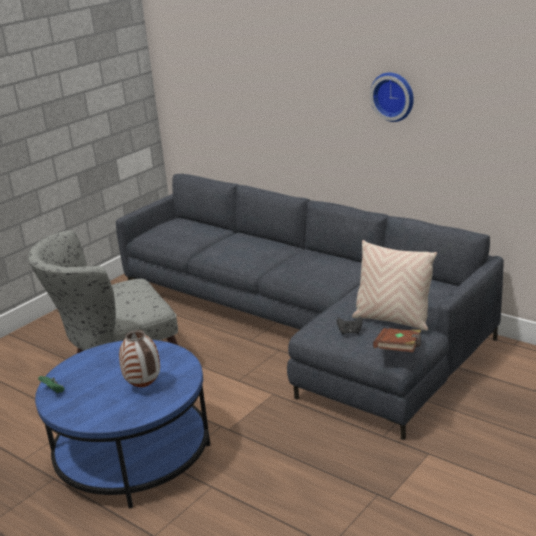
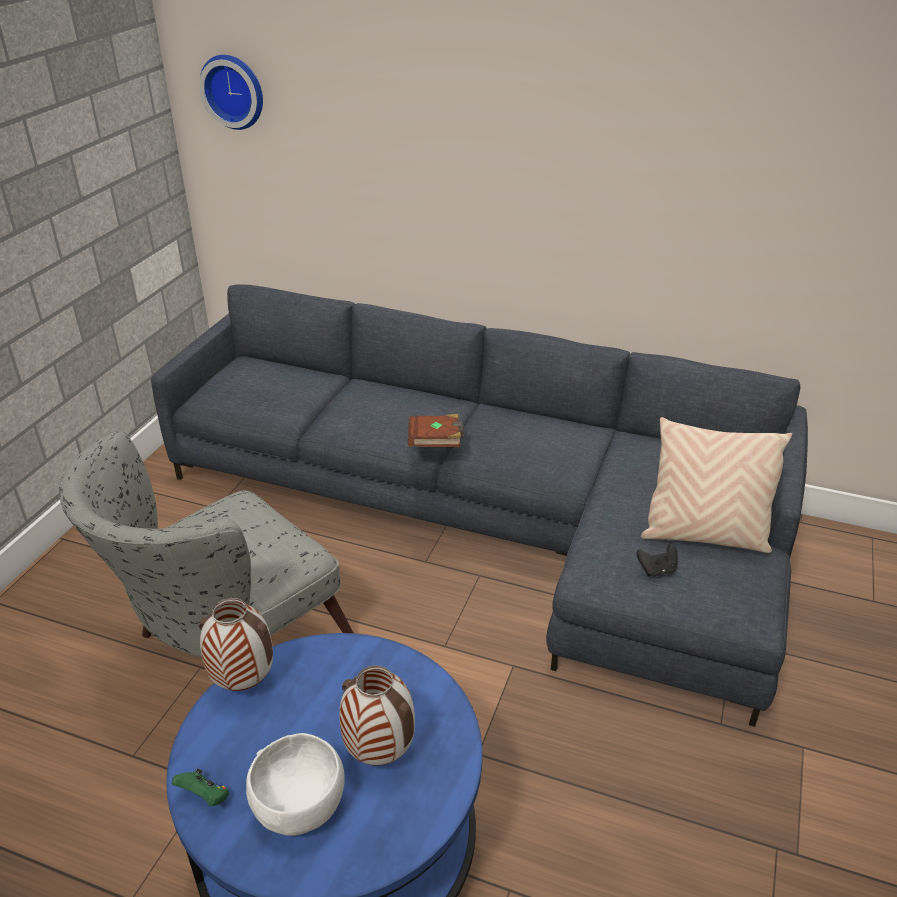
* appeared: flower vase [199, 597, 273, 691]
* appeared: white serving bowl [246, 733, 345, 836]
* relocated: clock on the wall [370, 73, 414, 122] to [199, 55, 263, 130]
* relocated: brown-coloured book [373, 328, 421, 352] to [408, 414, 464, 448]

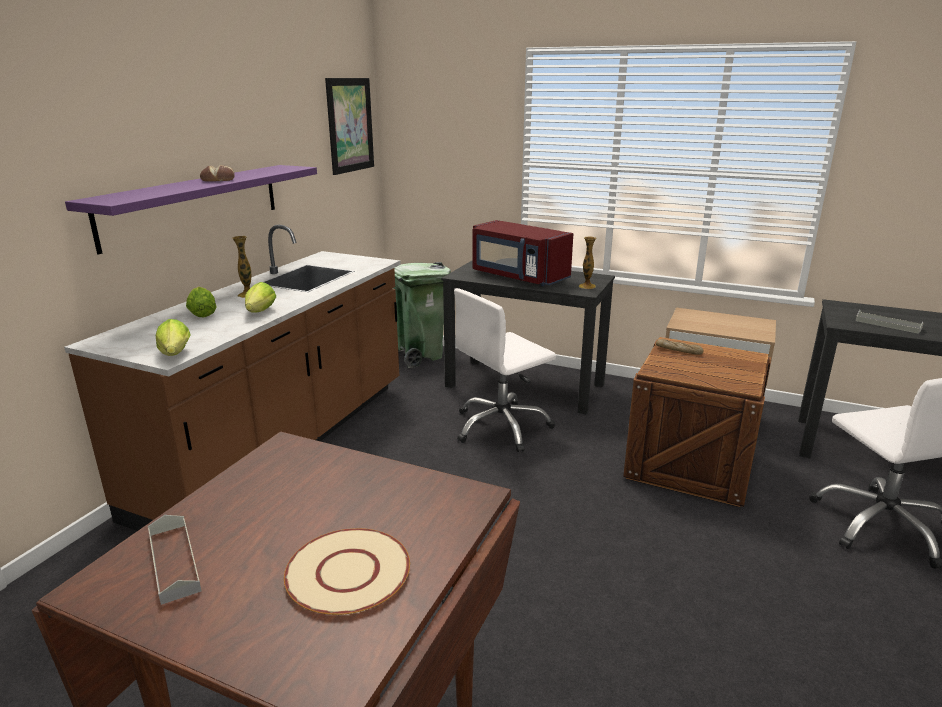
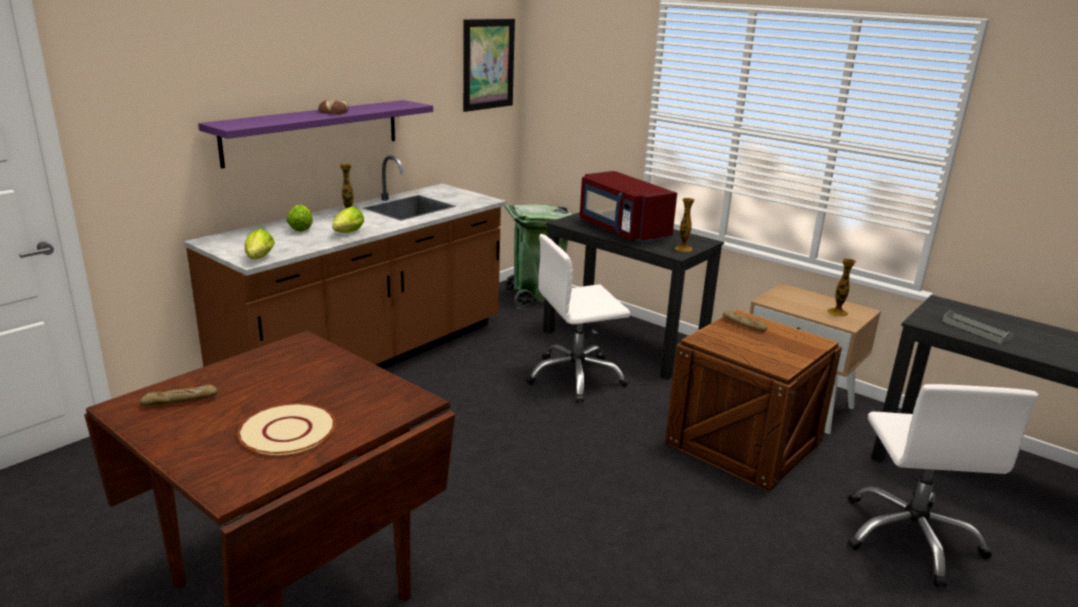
* appeared: flower vase [828, 258, 856, 317]
* exchanged: gray tray [148, 515, 202, 605] to bread [140, 385, 218, 406]

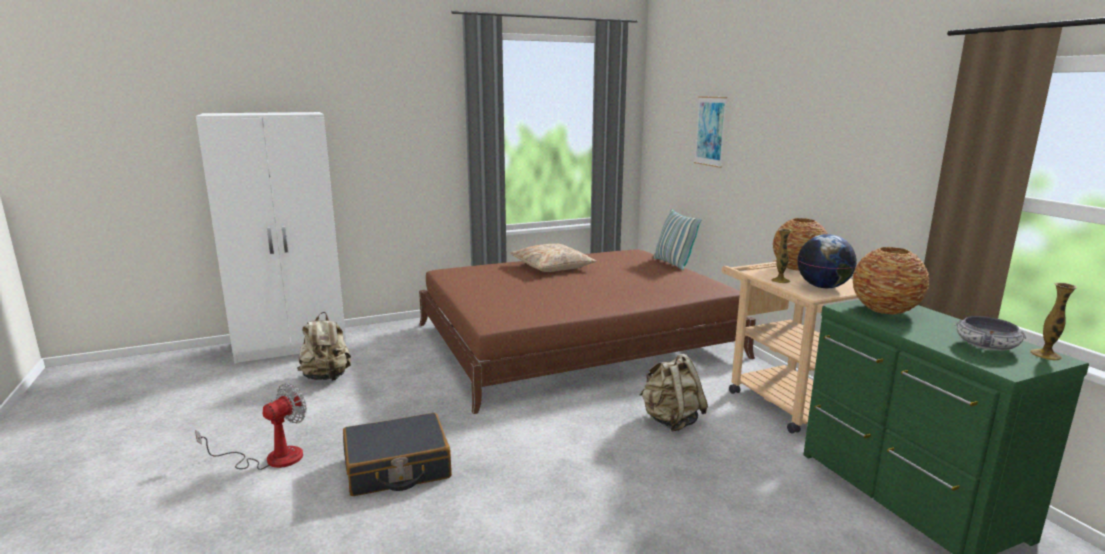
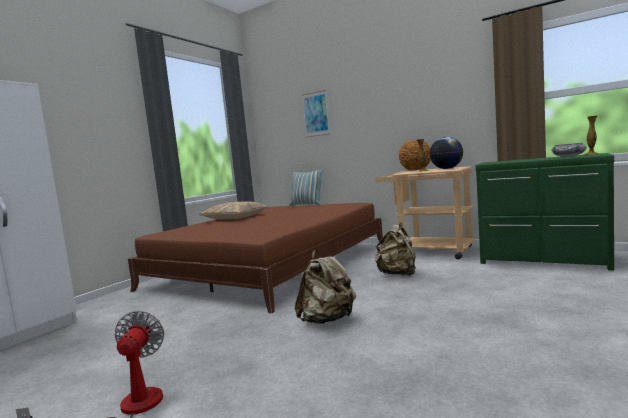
* missing: blackish piece of luggage [343, 413, 452, 496]
* missing: flower vase [852, 247, 929, 315]
* relocated: beige-coloured rucksack [297, 312, 351, 381] to [295, 250, 356, 324]

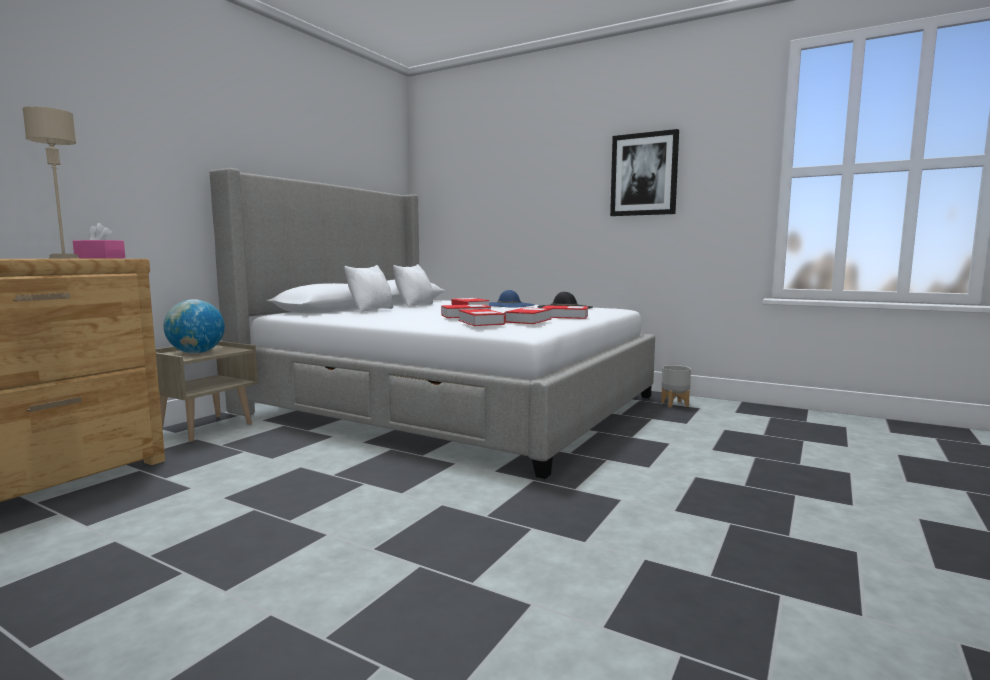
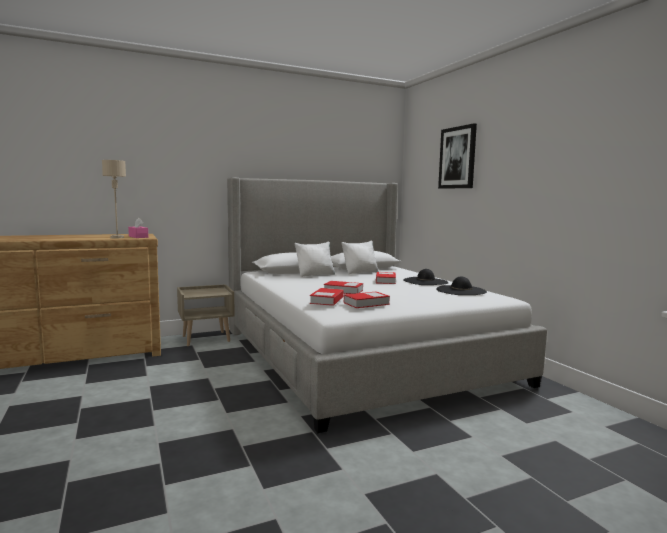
* missing: desk globe [164, 299, 225, 353]
* missing: book [542, 305, 588, 319]
* missing: gray plant pot [661, 365, 691, 407]
* relocated: wall art [610, 129, 679, 216] to [438, 123, 477, 189]
* colour: blue clothing hat [489, 290, 535, 308] to blackish clothing hat [403, 269, 449, 285]

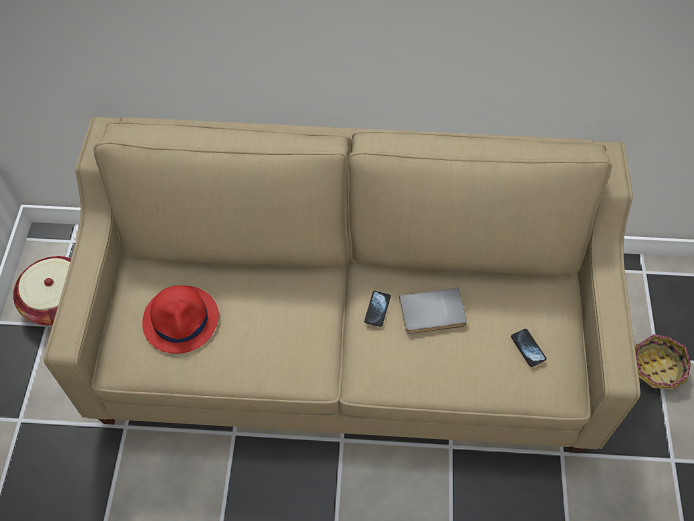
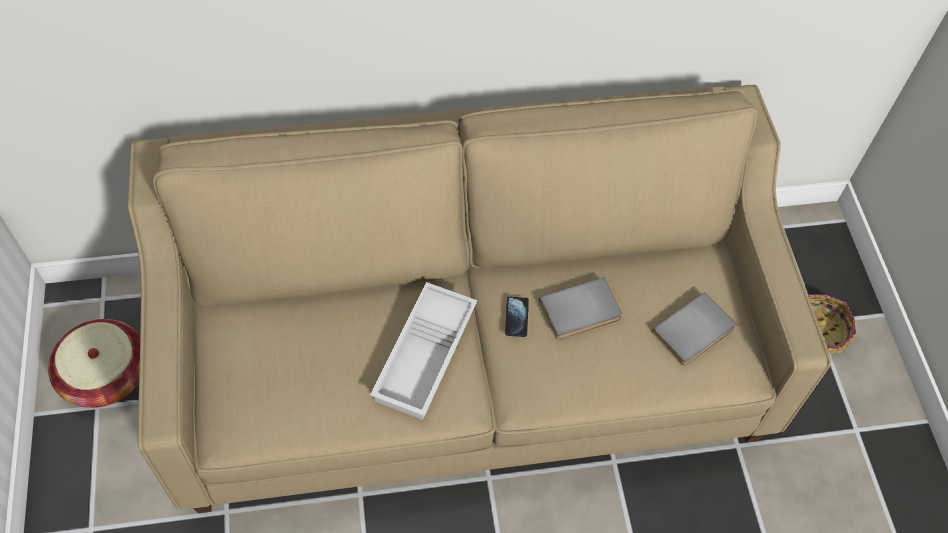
* missing: red clothing hat [142, 285, 219, 354]
* appeared: white tray [370, 282, 477, 420]
* exchanged: handset [511, 329, 547, 367] to gray book [651, 292, 736, 366]

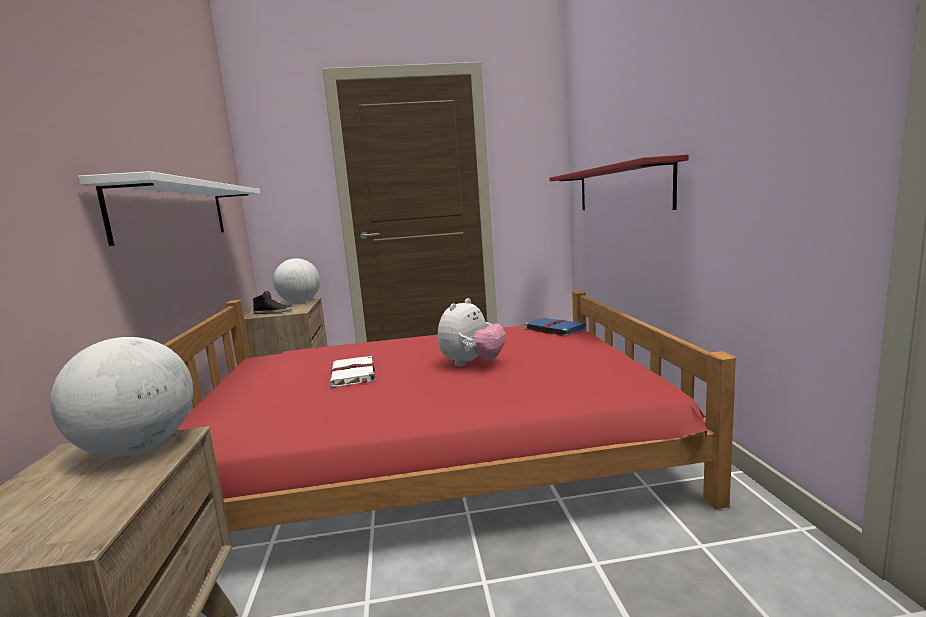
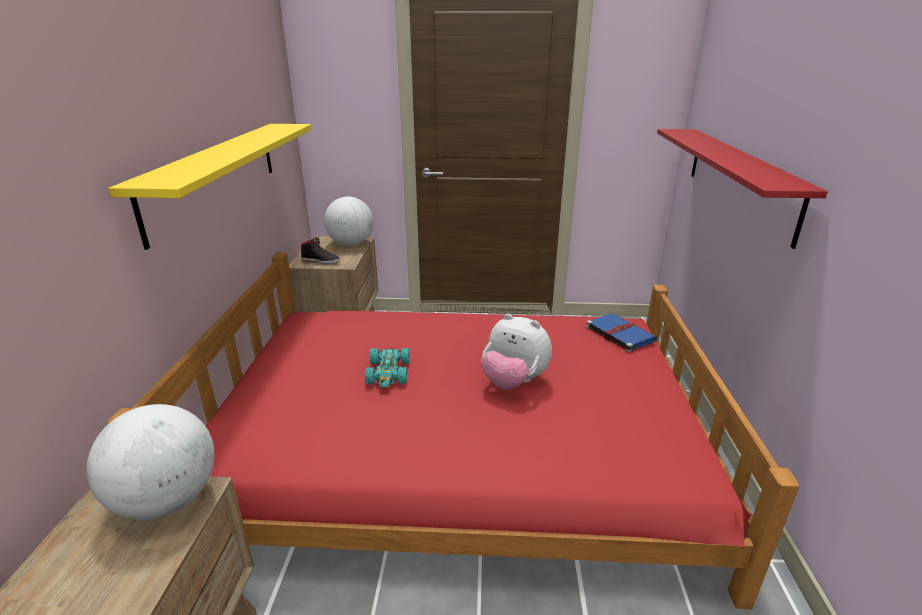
* exchanged: white book [330, 355, 376, 387] to turquoise-coloured miniature car [365, 348, 410, 387]
* colour: white shelf [78, 171, 260, 246] to yellowish shelf [108, 124, 312, 250]
* spun: plush toy [438, 298, 506, 366] = [481, 314, 552, 390] 75 degrees clockwise

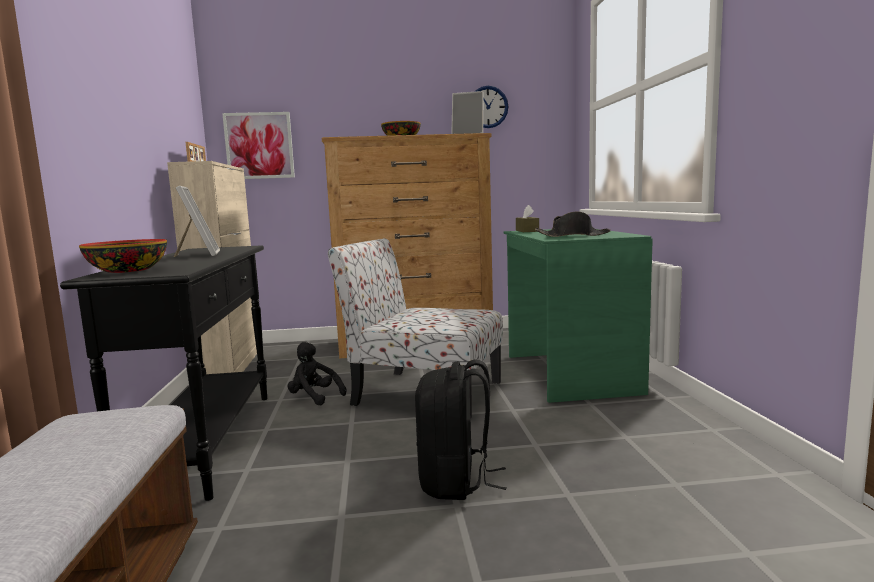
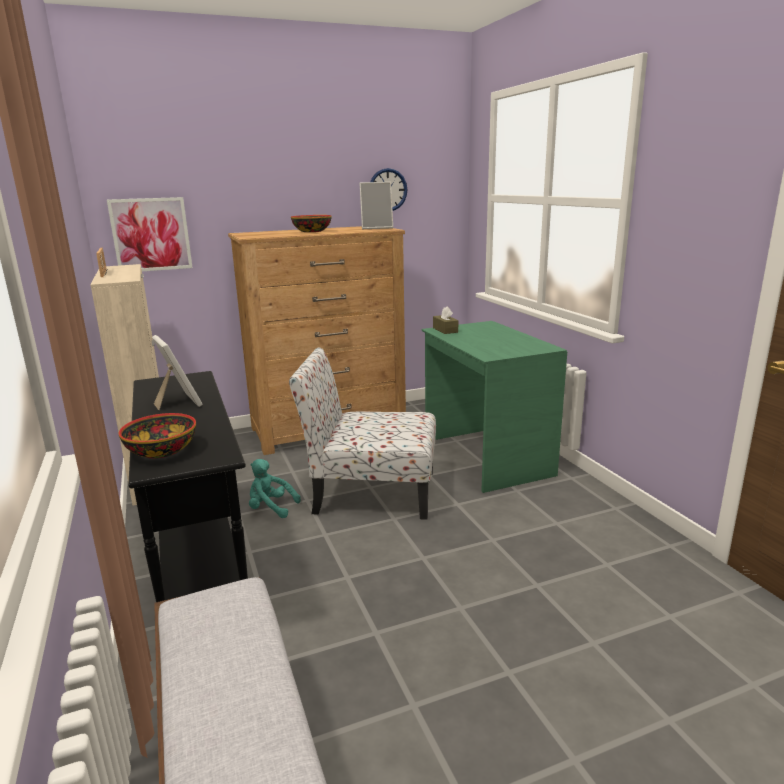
* missing: blackish rucksack [415, 359, 507, 500]
* missing: blackish clothing hat [535, 211, 610, 237]
* colour: blackish plush toy [287, 342, 346, 405] to turquoise-coloured plush toy [249, 459, 301, 518]

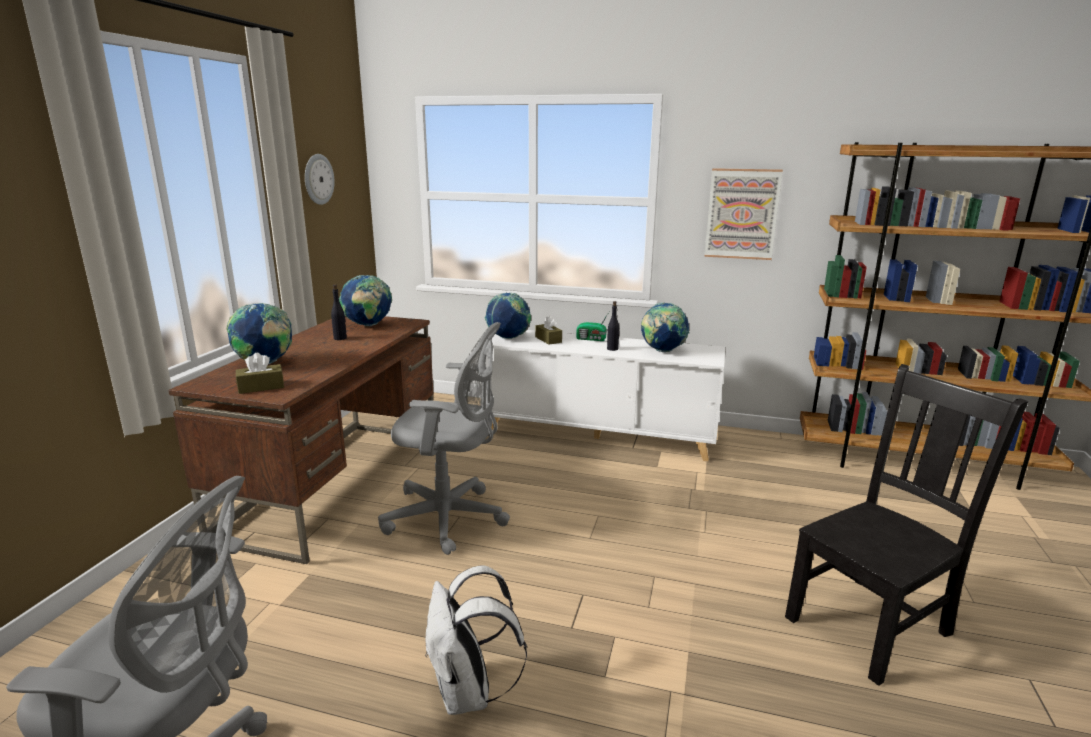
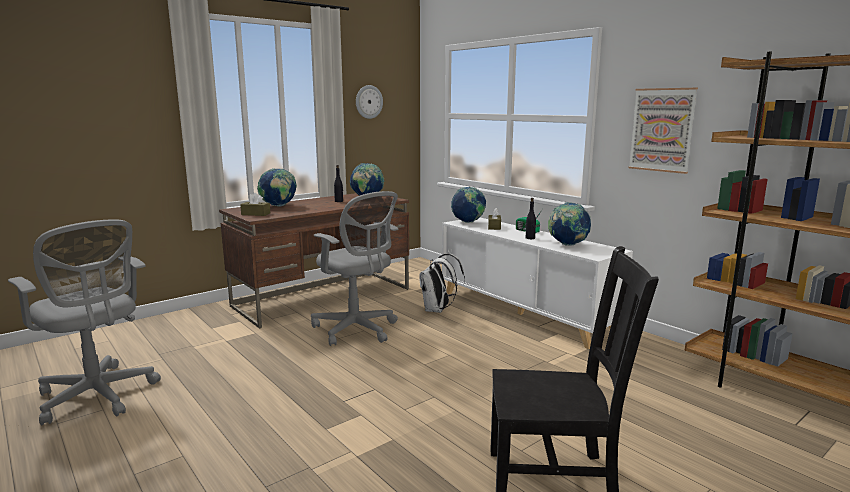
* relocated: white rucksack [426, 565, 527, 715] to [419, 253, 465, 313]

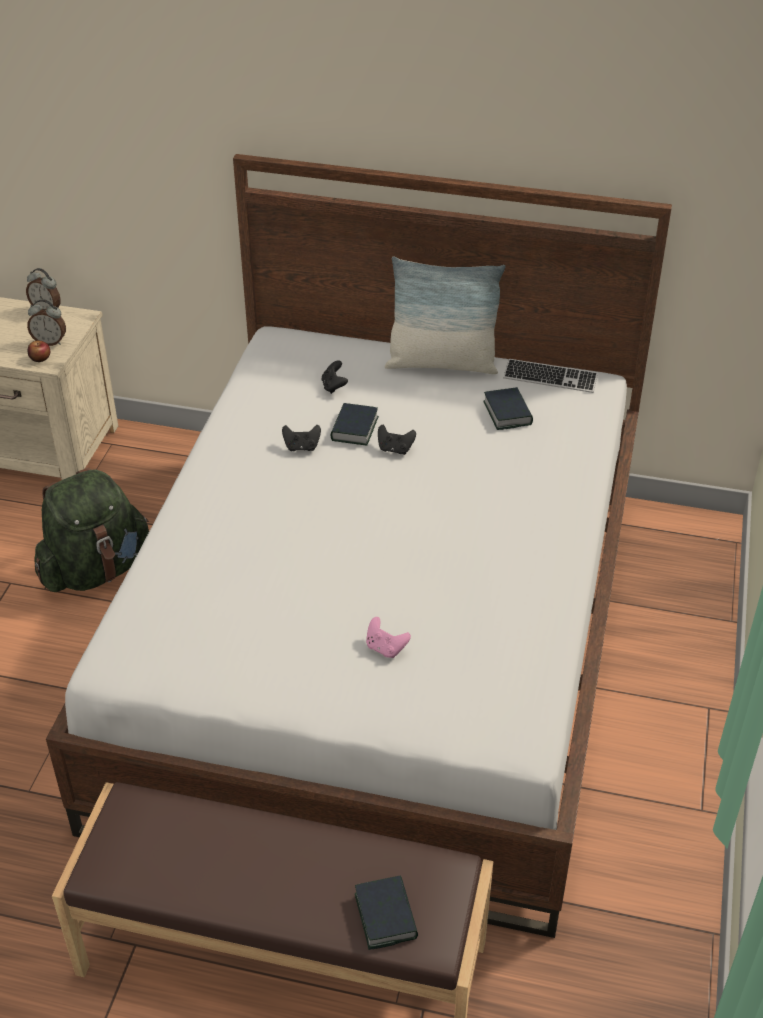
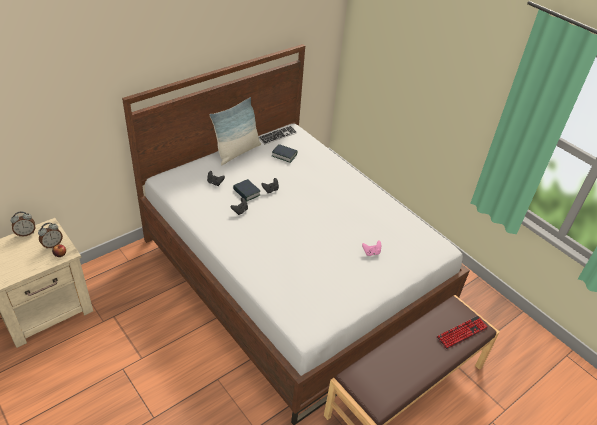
* missing: green-coloured rucksack [35, 468, 149, 592]
* exchanged: book [355, 876, 418, 950] to keyboard [436, 316, 488, 350]

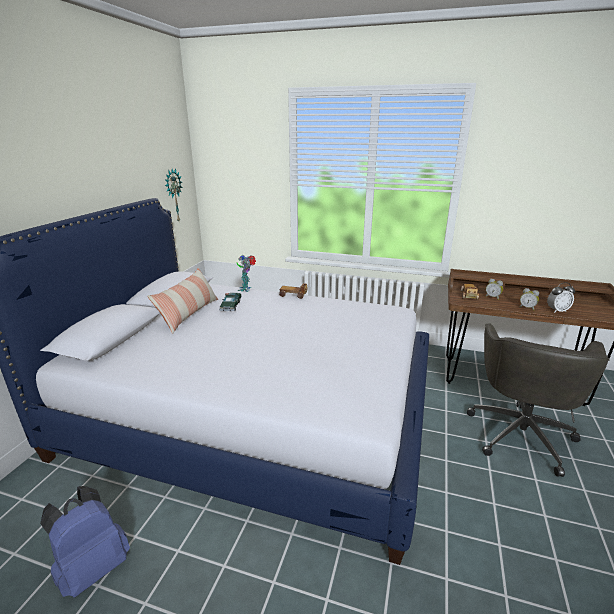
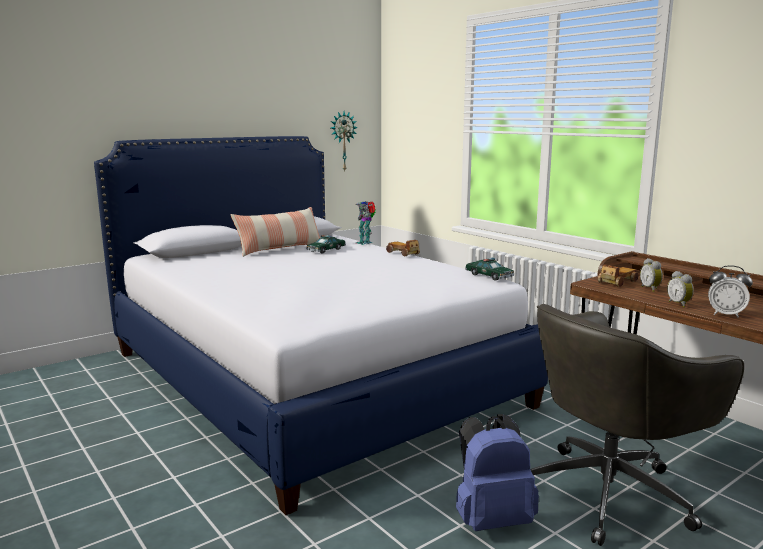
* appeared: miniature car [465, 258, 514, 281]
* relocated: blue rucksack [40, 486, 130, 598] to [456, 414, 539, 531]

